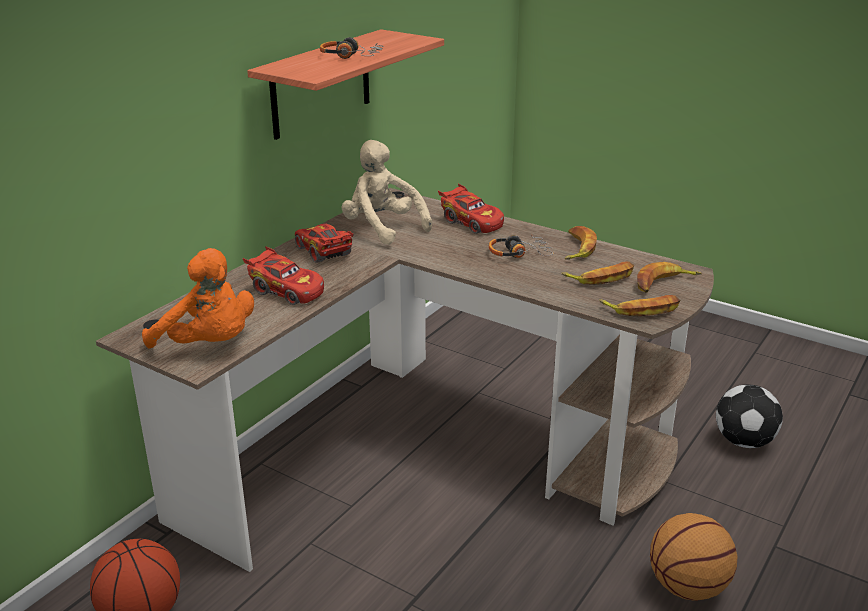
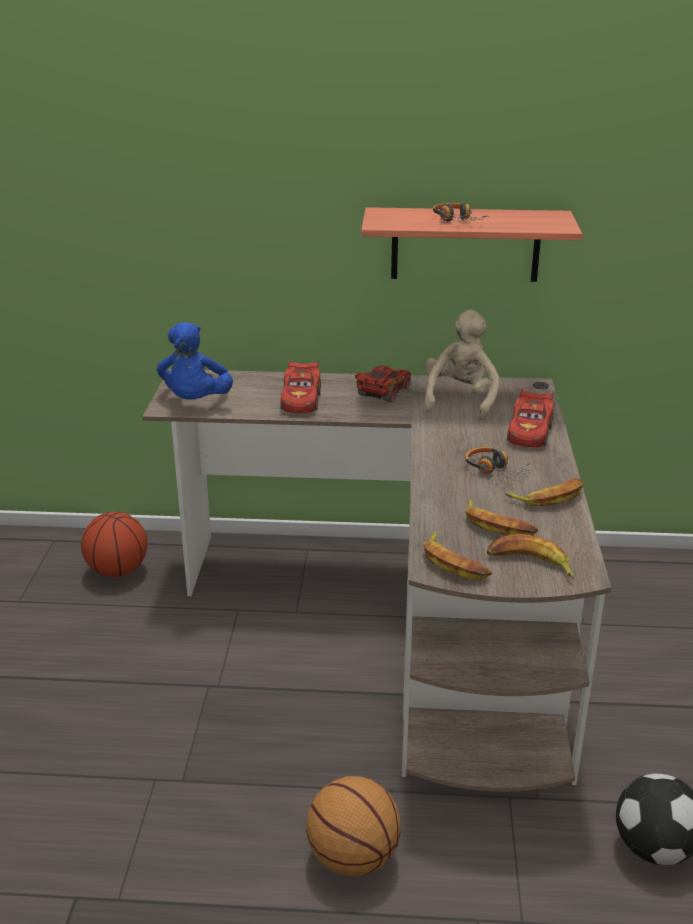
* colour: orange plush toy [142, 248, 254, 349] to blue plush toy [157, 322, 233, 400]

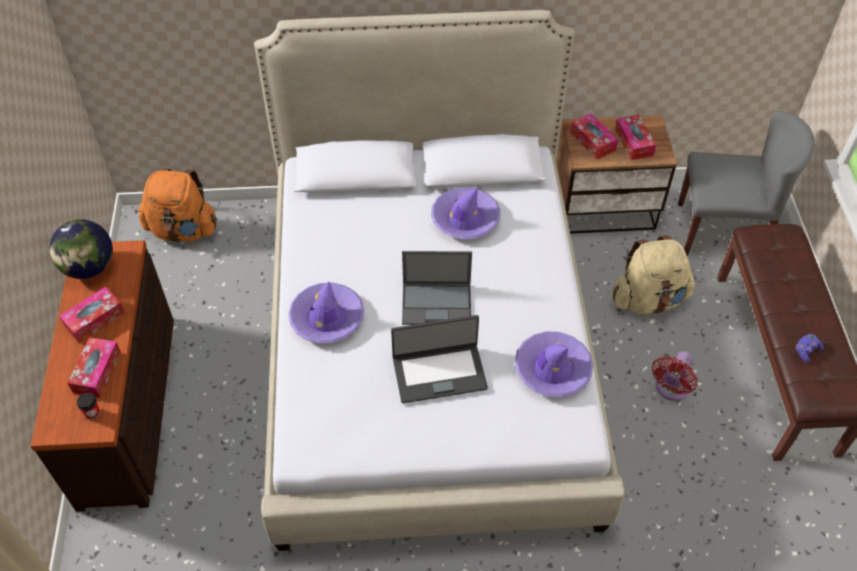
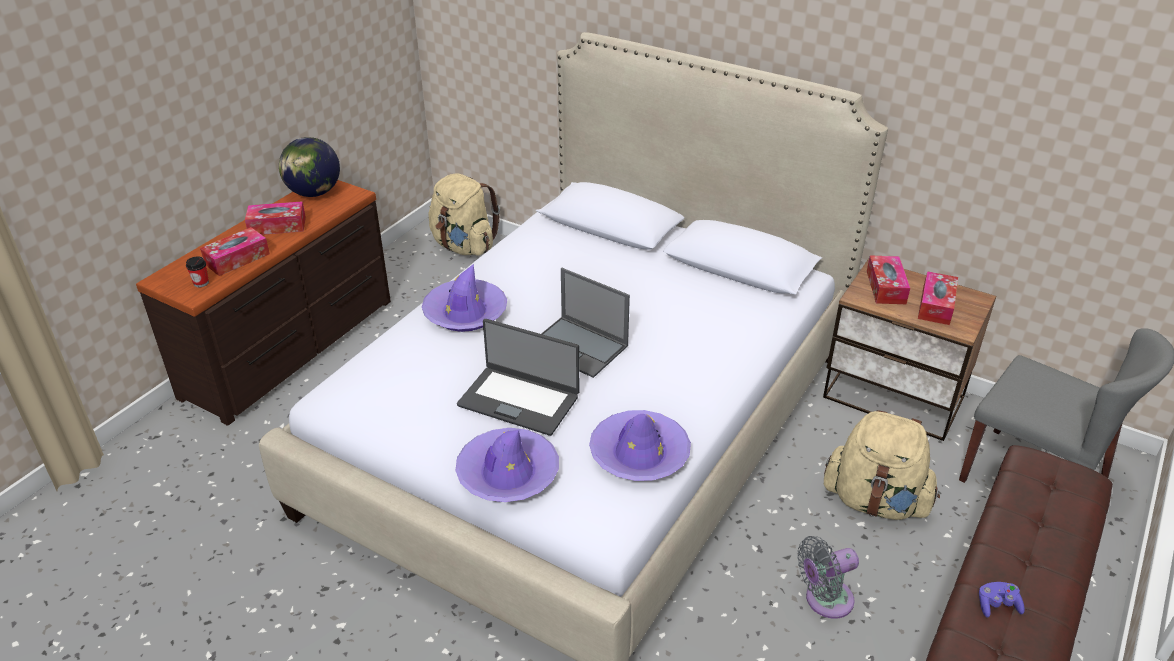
* relocated: purple clothing hat [431, 187, 500, 239] to [455, 428, 559, 502]
* colour: orange rucksack [139, 169, 217, 242] to beige-coloured rucksack [428, 173, 500, 256]
* colour: red cooling fan [652, 351, 697, 401] to gray cooling fan [797, 536, 859, 619]

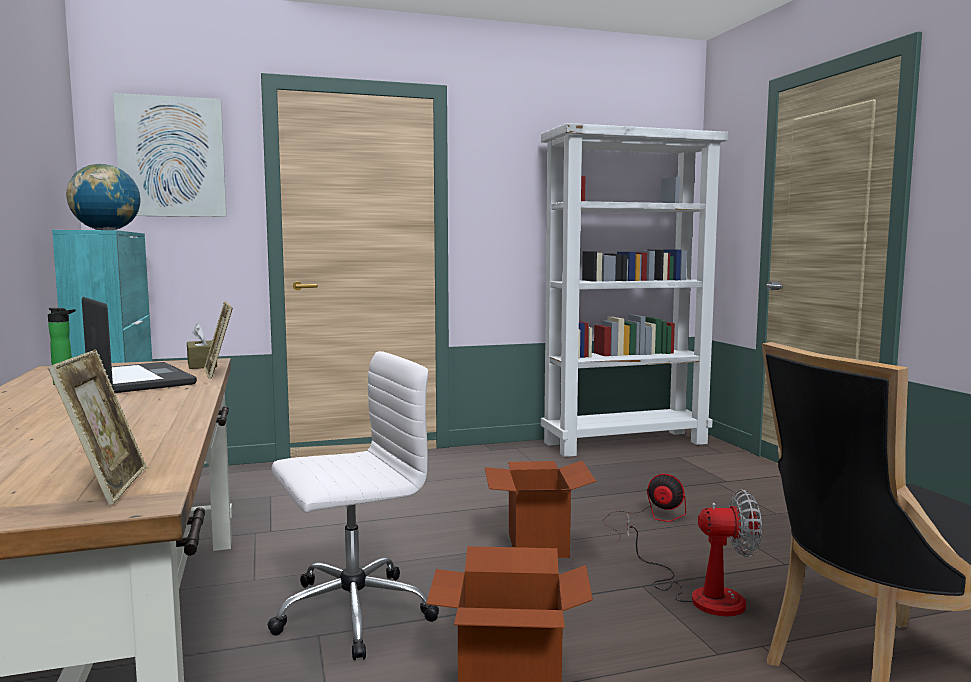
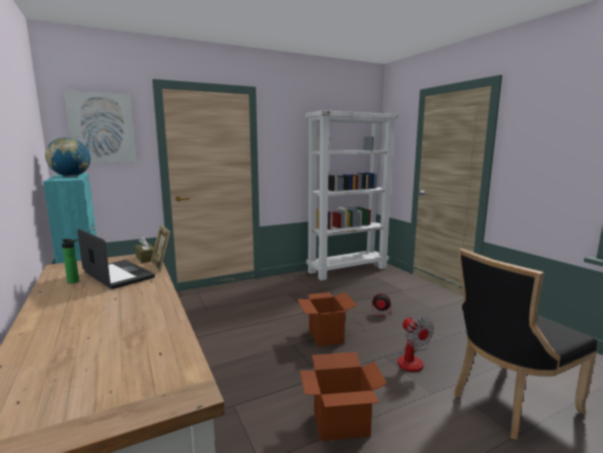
* missing: picture frame [48, 350, 146, 505]
* missing: white office chair [267, 351, 439, 661]
* spun: cooling fan [627, 489, 762, 616] = [397, 316, 434, 372] 75 degrees clockwise

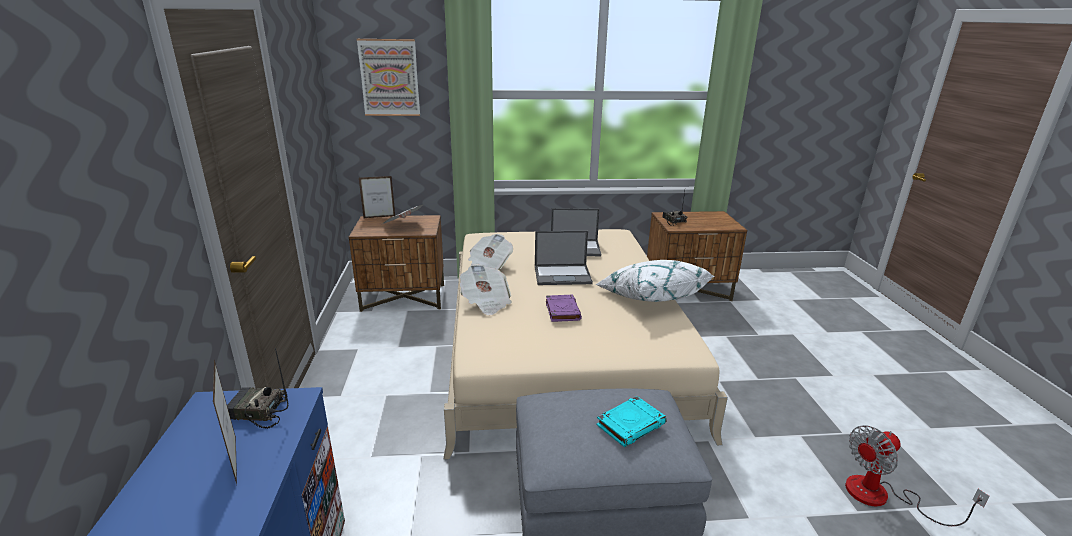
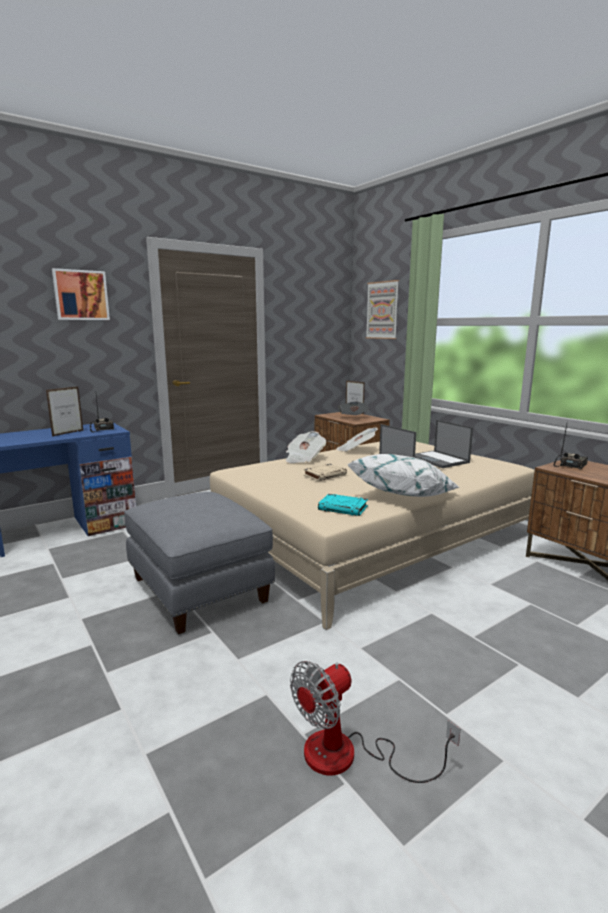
* appeared: wall art [52, 268, 110, 320]
* relocated: turquoise-coloured book [597, 396, 666, 447] to [318, 494, 368, 516]
* colour: purple book [546, 295, 582, 322] to beige-coloured book [304, 464, 347, 481]
* spun: cooling fan [845, 425, 990, 526] = [290, 661, 460, 783] 75 degrees counterclockwise

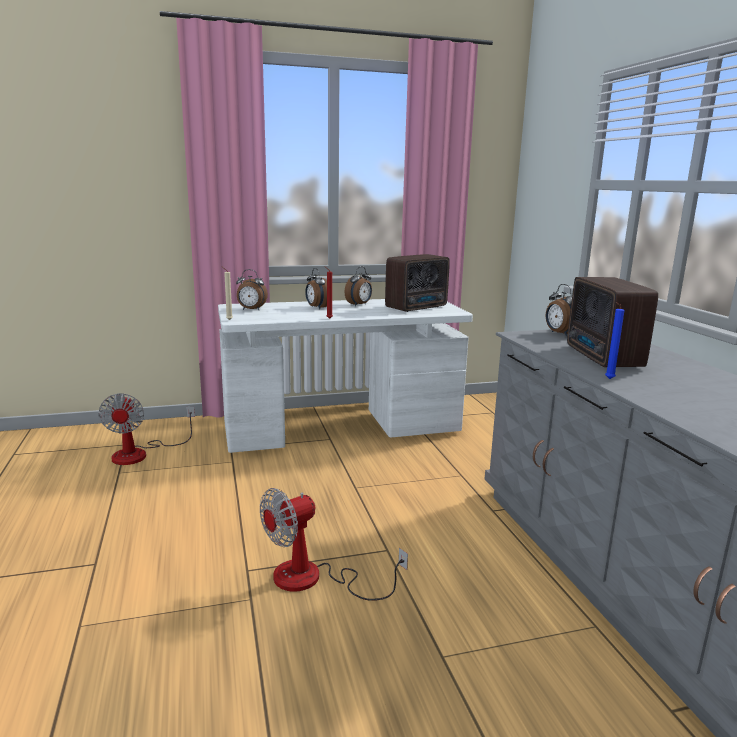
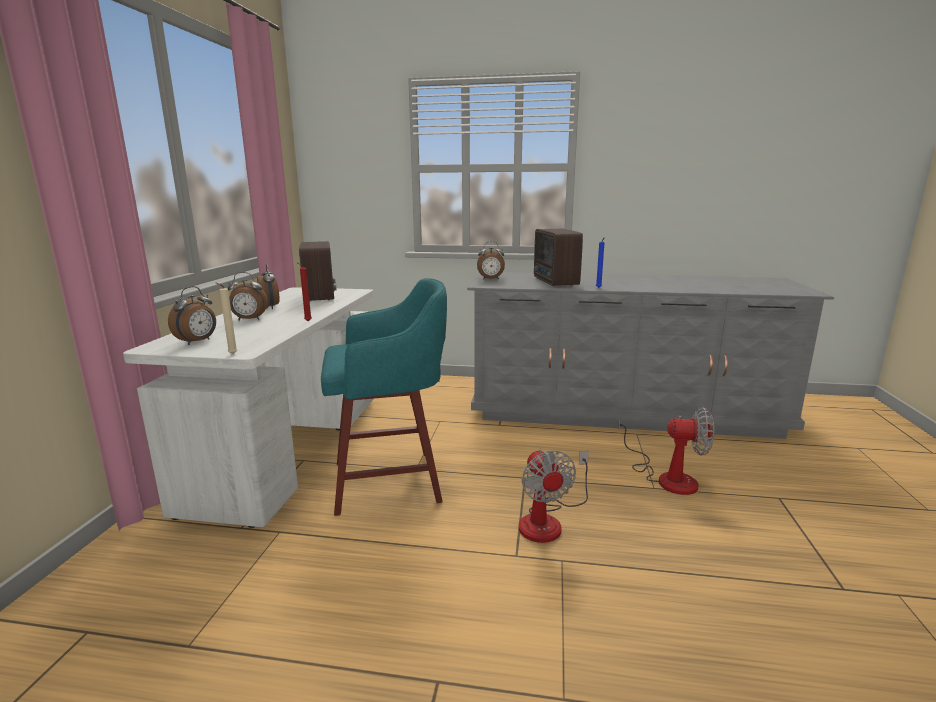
* appeared: turquoise-coloured sitting stool [321, 278, 447, 516]
* relocated: cooling fan [98, 393, 195, 465] to [618, 407, 714, 495]
* spun: radio set [567, 277, 658, 367] = [534, 229, 583, 286] 60 degrees clockwise

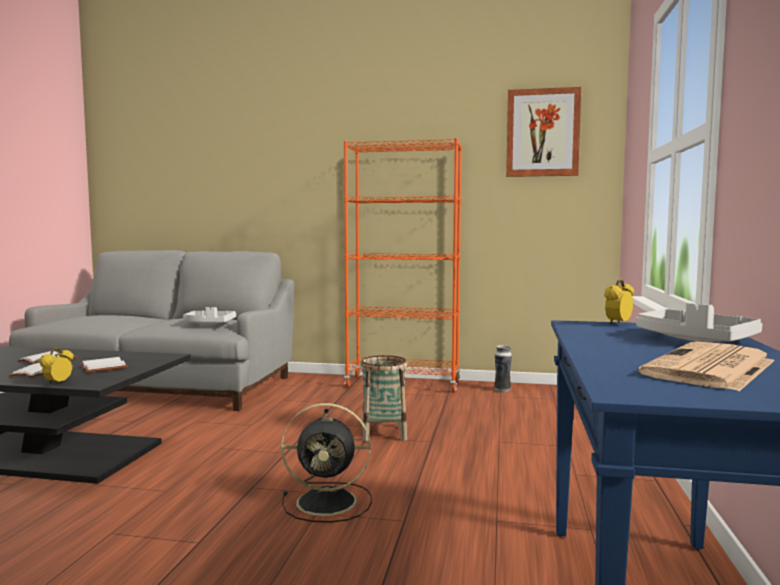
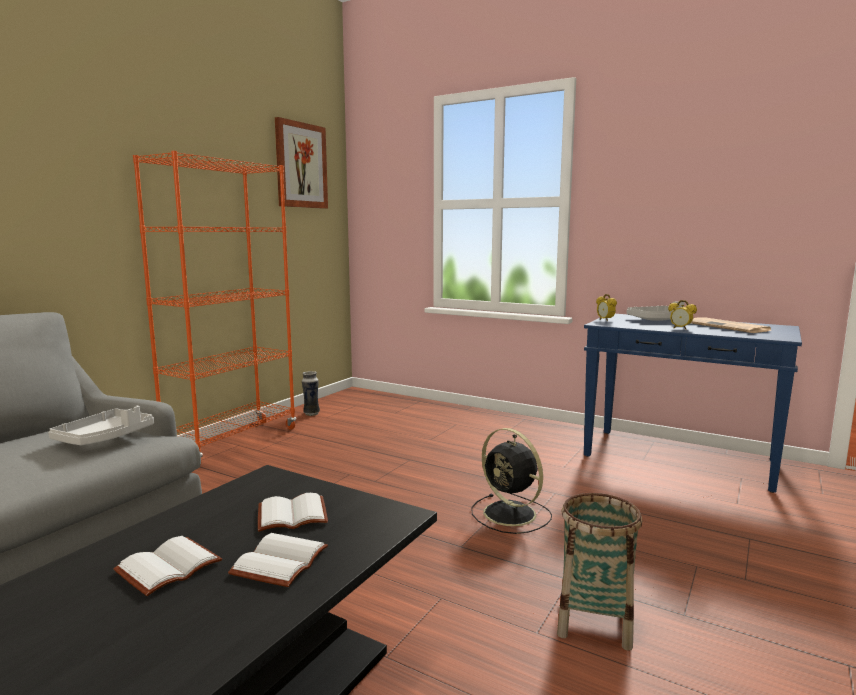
* relocated: table clock [39, 348, 73, 385] to [668, 300, 697, 330]
* relocated: storage basket [360, 355, 407, 442] to [557, 493, 642, 651]
* spun: blackish cooling fan [281, 403, 372, 523] = [471, 428, 552, 534] 120 degrees clockwise

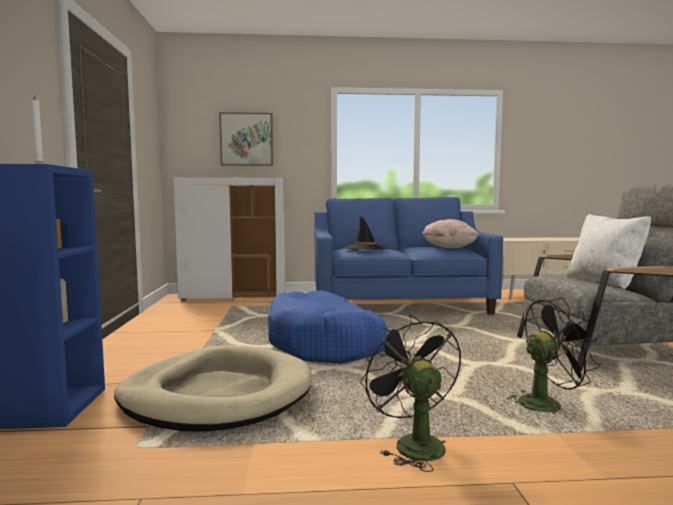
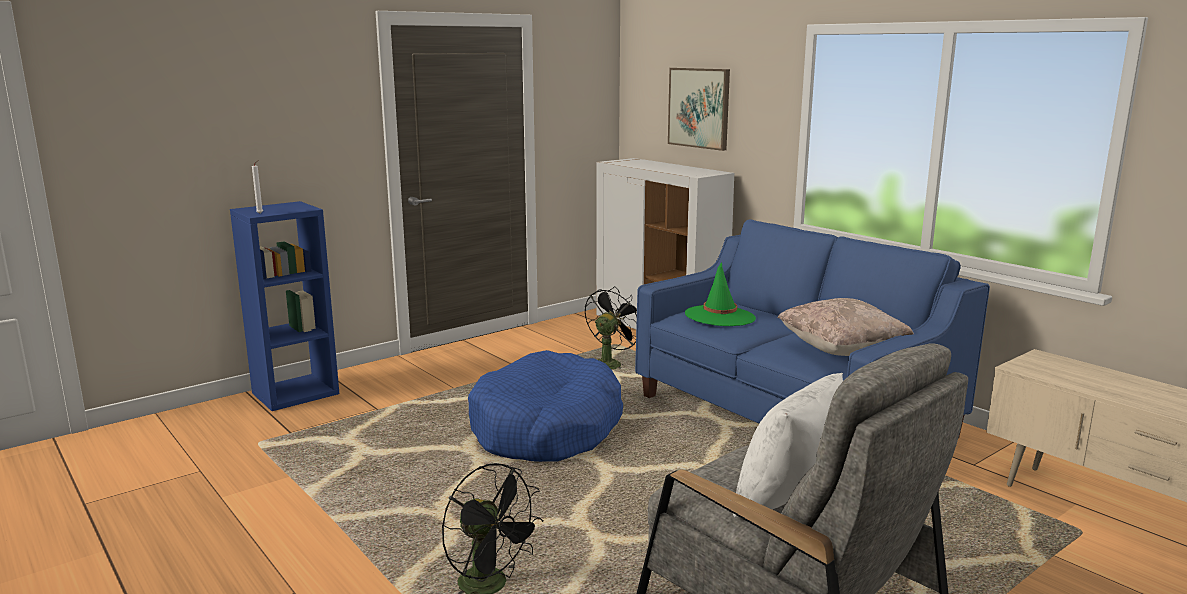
* missing: beige-coloured dog cushion [114, 345, 312, 432]
* relocated: blackish cooling fan [360, 315, 461, 472] to [585, 286, 637, 370]
* colour: blackish clothing hat [343, 215, 388, 250] to green-coloured clothing hat [685, 263, 756, 326]

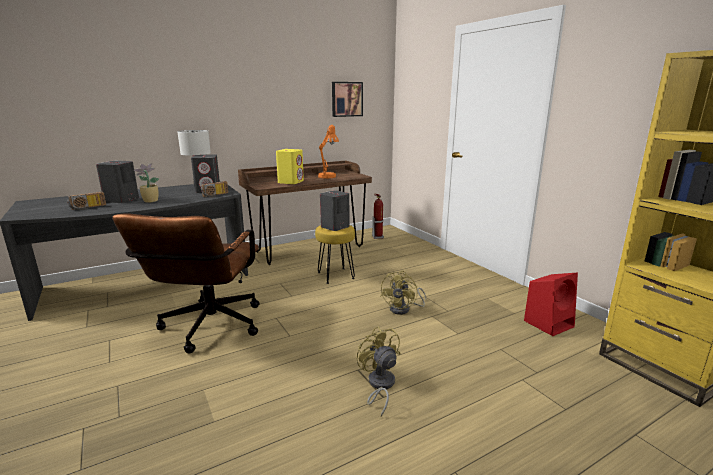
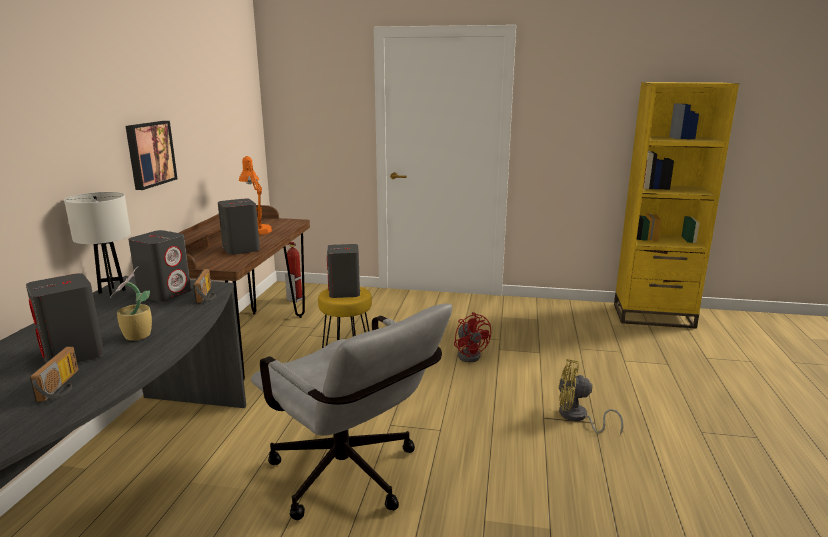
* missing: red audio speaker [524, 273, 578, 336]
* relocated: wall art [332, 82, 363, 117] to [126, 121, 177, 190]
* colour: brown-coloured office chair [112, 214, 260, 353] to gray office chair [251, 303, 452, 520]
* colour: yellowish audio speaker [276, 149, 304, 184] to gray audio speaker [218, 198, 260, 255]
* colour: yellowish cooling fan [381, 271, 426, 315] to red cooling fan [454, 312, 491, 362]

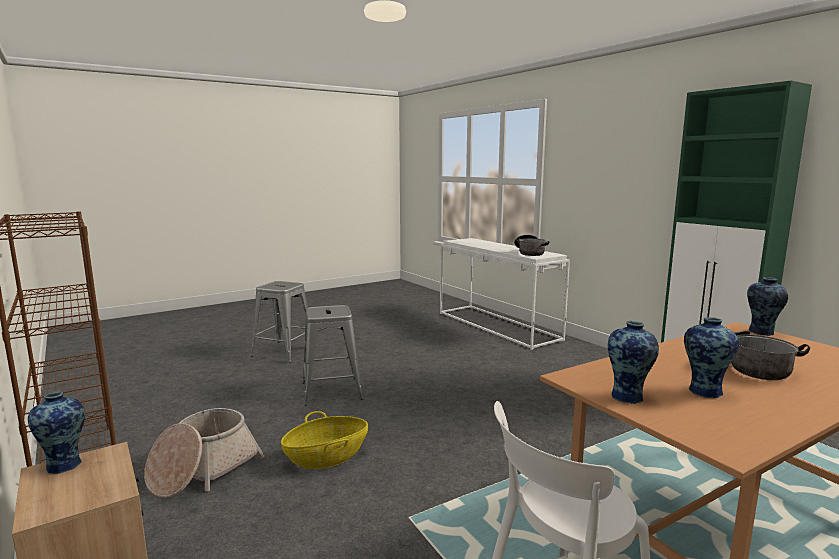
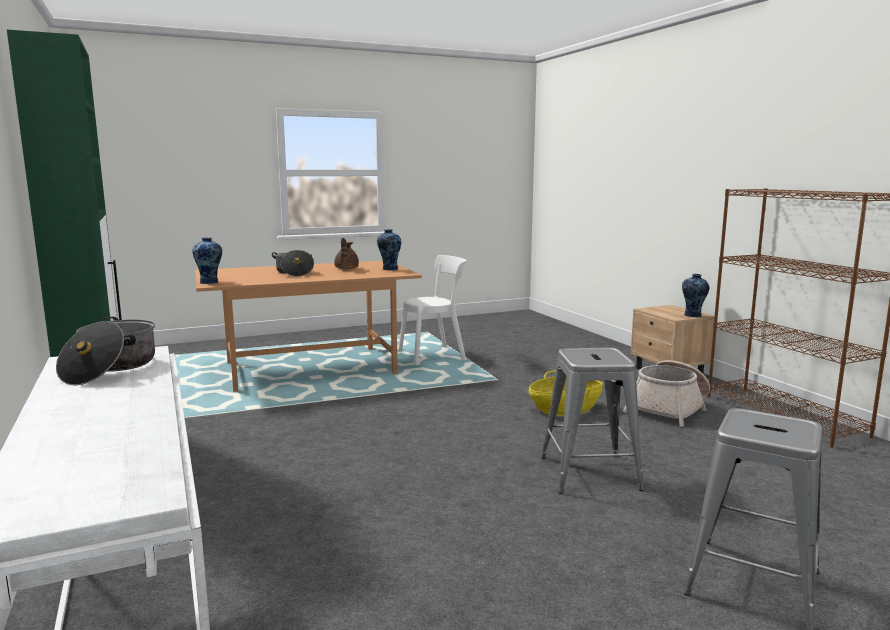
* exchanged: flower vase [684, 317, 739, 398] to brown-coloured tea pot [334, 238, 359, 269]

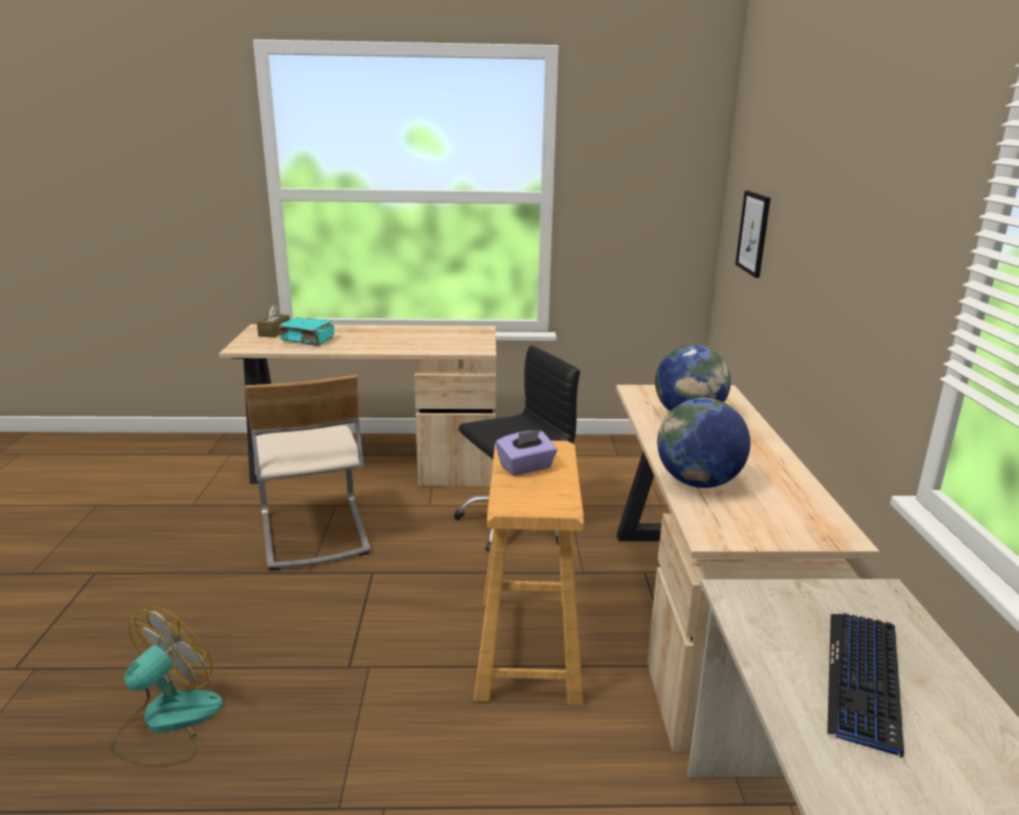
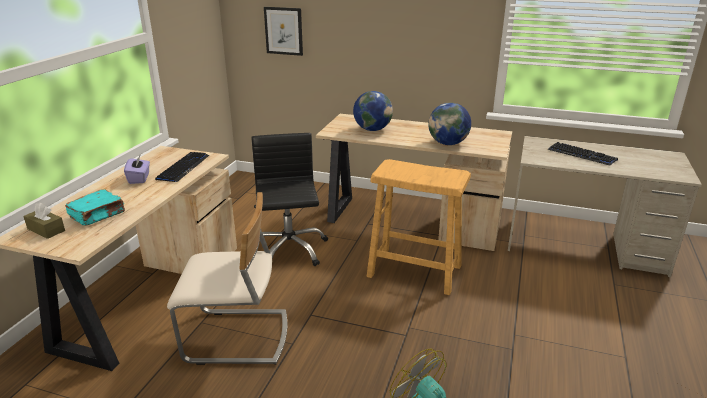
* appeared: keyboard [155, 152, 209, 182]
* relocated: purple box of tissues [496, 430, 557, 476] to [124, 154, 150, 184]

